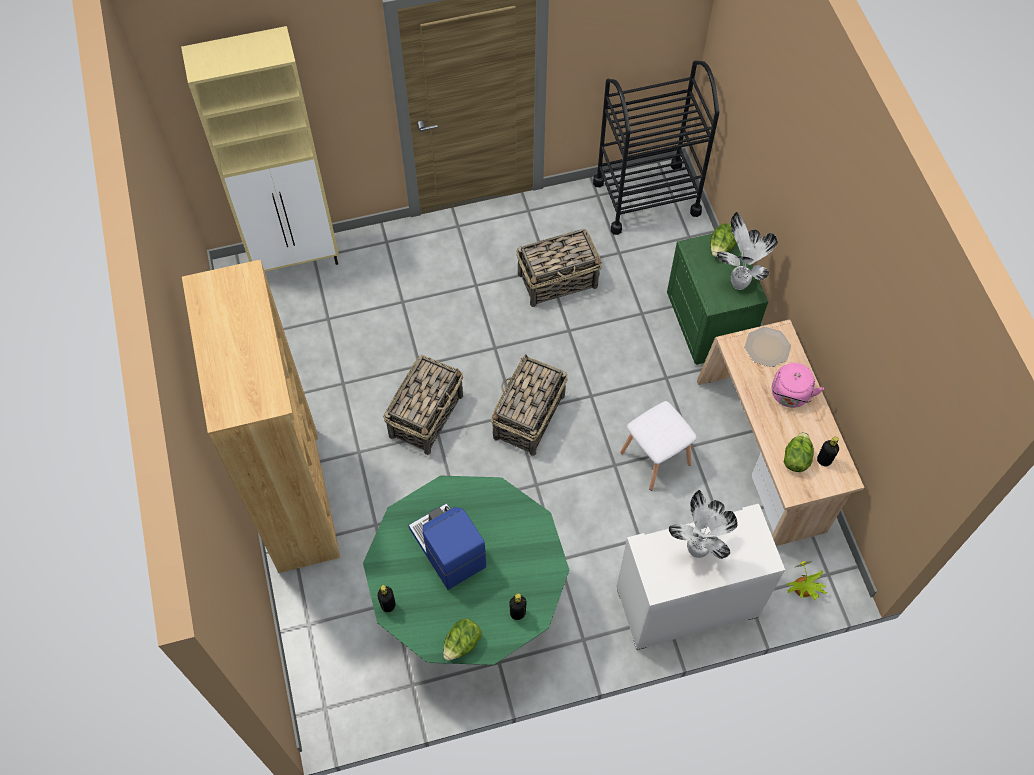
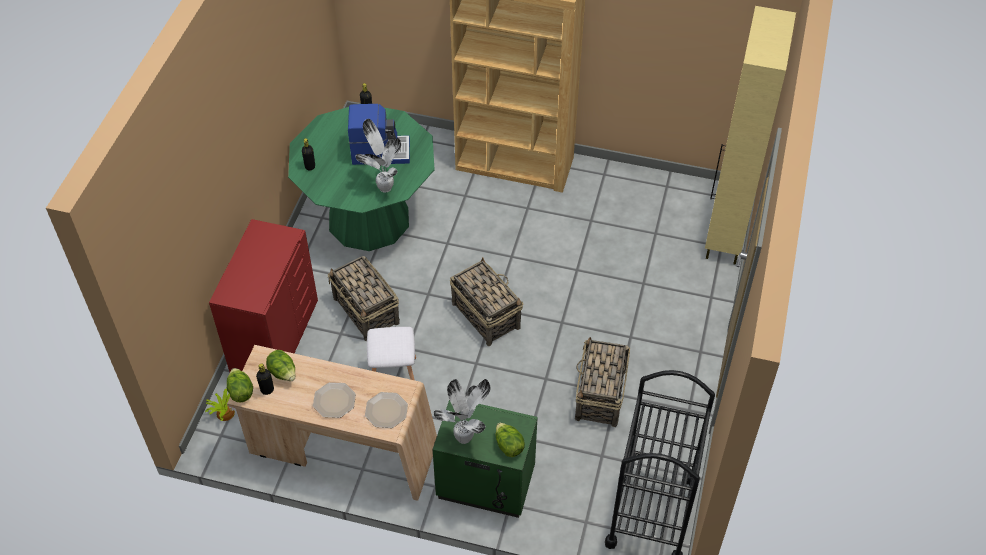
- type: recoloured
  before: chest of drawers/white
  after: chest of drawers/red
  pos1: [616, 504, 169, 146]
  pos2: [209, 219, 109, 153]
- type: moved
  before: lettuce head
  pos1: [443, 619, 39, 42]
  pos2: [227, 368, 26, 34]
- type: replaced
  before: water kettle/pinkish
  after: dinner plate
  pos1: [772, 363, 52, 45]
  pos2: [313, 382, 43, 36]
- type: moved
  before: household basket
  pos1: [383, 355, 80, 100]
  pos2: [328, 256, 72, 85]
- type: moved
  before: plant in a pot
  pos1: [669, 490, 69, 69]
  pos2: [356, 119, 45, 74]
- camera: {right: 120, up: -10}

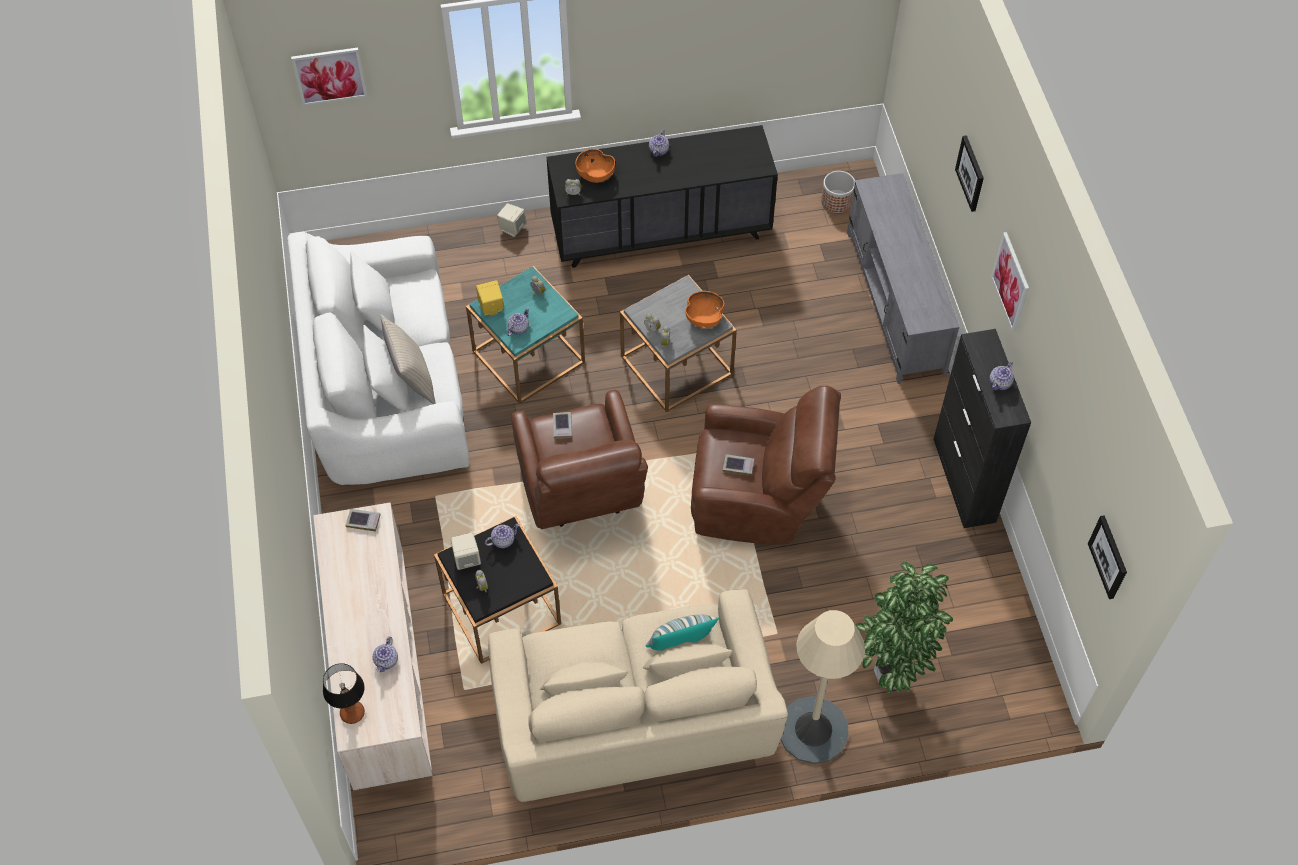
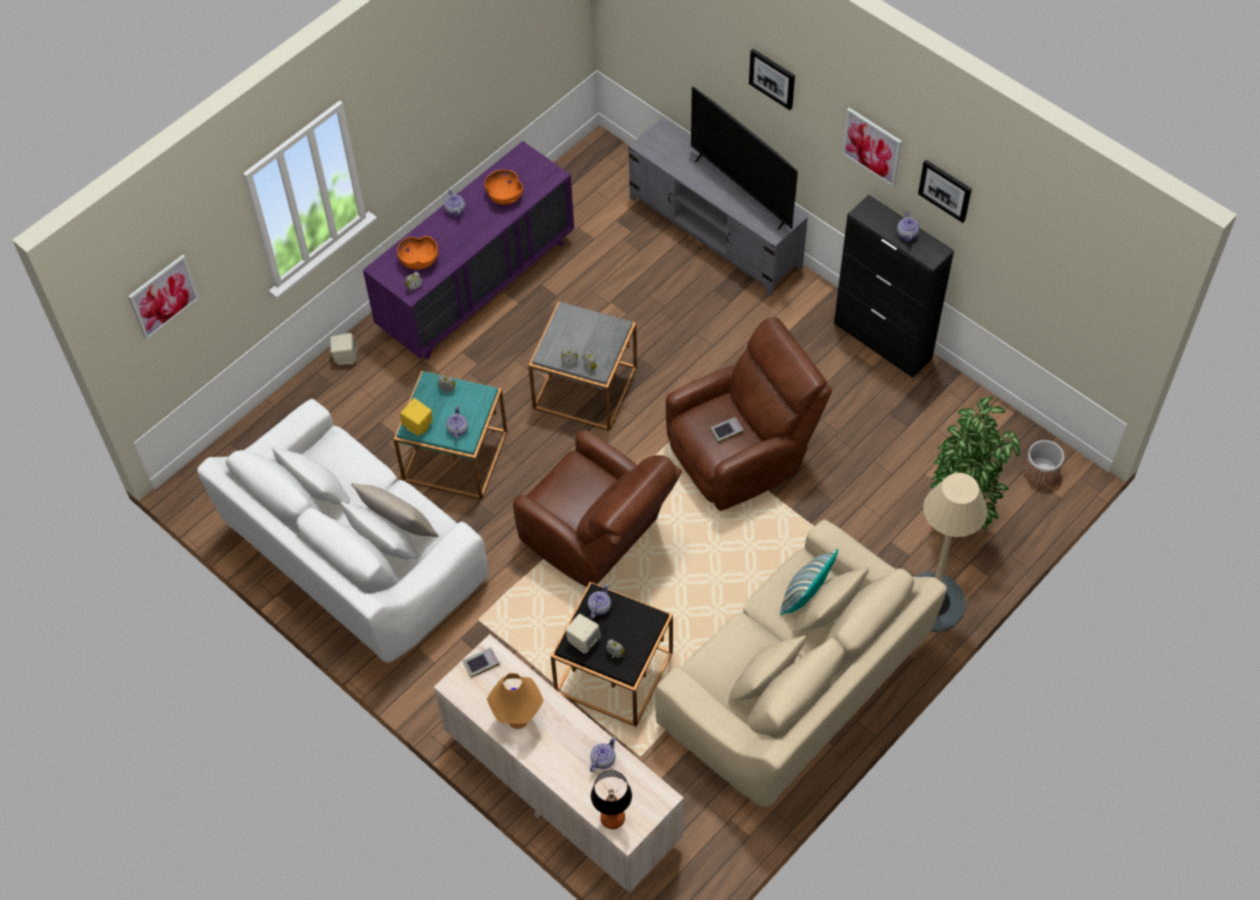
- type: recoloured
  before: chest of drawers/blackish
  after: chest of drawers/purplish
  pos1: [547, 125, 231, 143]
  pos2: [363, 141, 211, 219]
- type: moved
  before: bowl/orange
  pos1: [686, 291, 38, 38]
  pos2: [484, 170, 39, 34]
- type: added
  after: table lamp/orange
  pos2: [487, 673, 57, 56]
- type: turned
  before: teapot
  pos1: [373, 636, 25, 36]
  pos2: [590, 737, 26, 35]
  turn: -120
- type: added
  after: TV
  pos2: [691, 87, 107, 144]
- type: moved
  before: wall art
  pos1: [1088, 515, 39, 84]
  pos2: [918, 160, 54, 63]
- type: moved
  before: planter
  pos1: [821, 171, 34, 43]
  pos2: [1024, 440, 40, 46]
- type: removed
  before: book
  pos1: [553, 412, 19, 27]
- camera: {right: -35, up: 0}

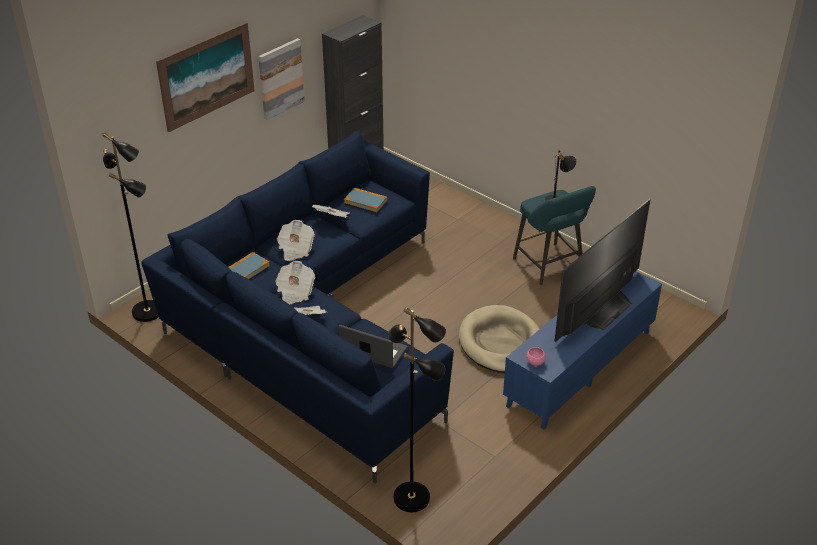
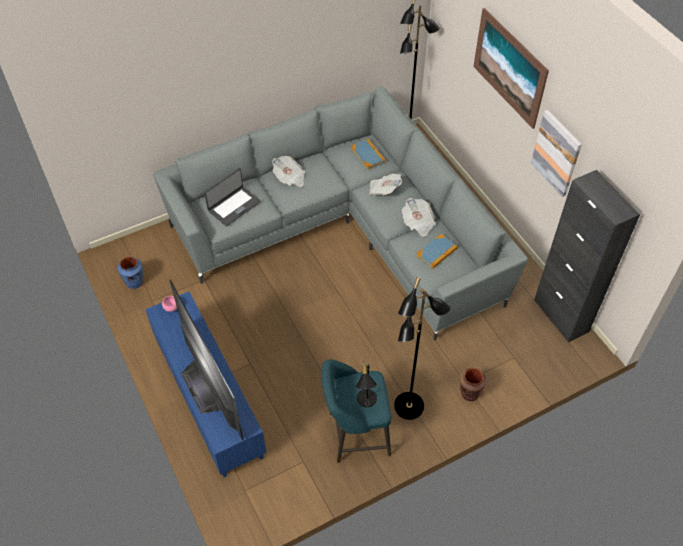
- type: added
  after: flower vase/blue-coloured
  pos2: [118, 256, 25, 33]
- type: recoloured
  before: sofa/blue-coloured
  after: sofa/greyish
  pos1: [141, 131, 313, 352]
  pos2: [153, 86, 375, 255]
- type: moved
  before: floor lamp/blackish
  pos1: [388, 307, 58, 205]
  pos2: [394, 277, 57, 143]
- type: added
  after: flower vase/brown
  pos2: [460, 368, 26, 33]
- type: removed
  before: printed paper
  pos1: [275, 261, 40, 44]
- type: removed
  before: dog cushion/sand-coloured
  pos1: [459, 305, 80, 68]
- camera: {right: 110, up: 15}

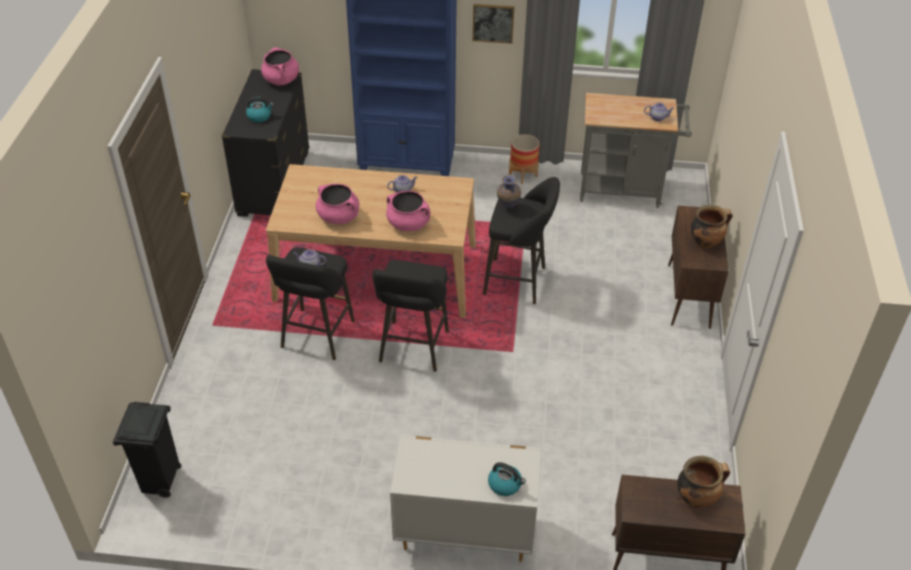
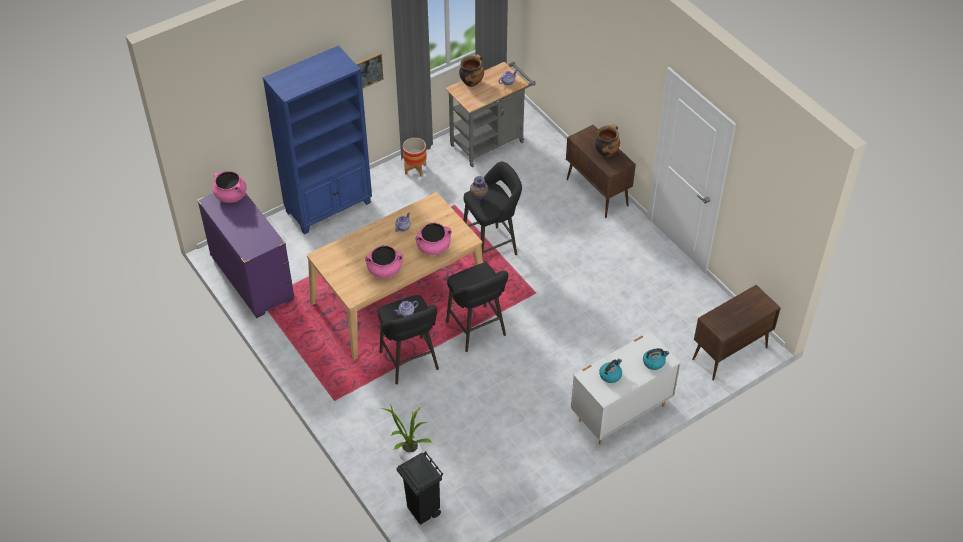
- type: recoloured
  before: chest of drawers/blackish
  after: chest of drawers/purplish
  pos1: [221, 69, 88, 148]
  pos2: [197, 193, 98, 125]
- type: added
  after: plant in a pot
  pos2: [381, 404, 51, 59]
- type: moved
  before: cooking pot
  pos1: [678, 456, 52, 52]
  pos2: [459, 54, 25, 33]
- type: moved
  before: water kettle
  pos1: [246, 96, 28, 26]
  pos2: [599, 359, 23, 24]
- camera: {right: -40, up: 5}

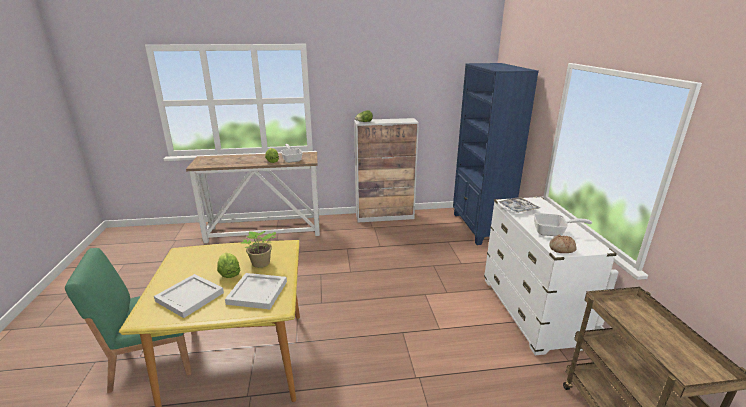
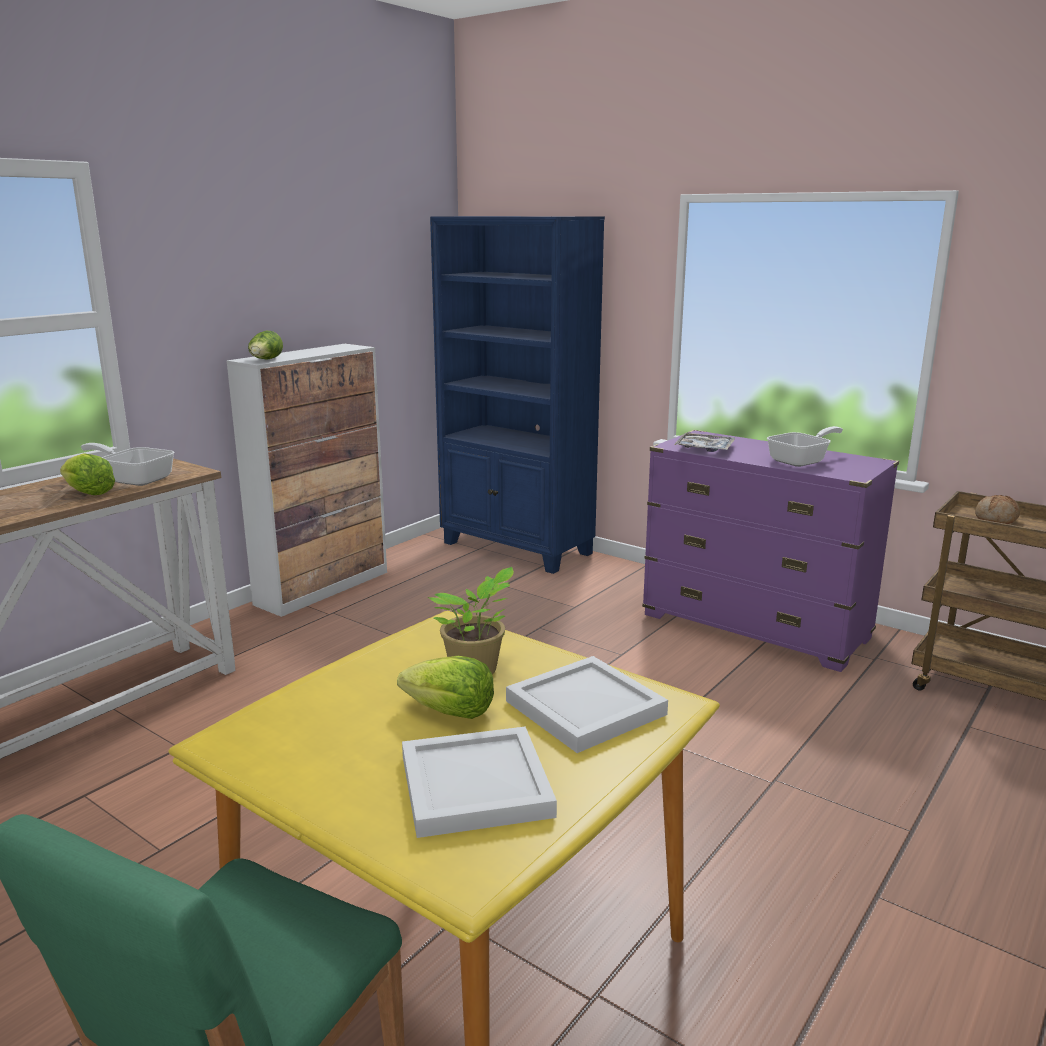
- type: recoloured
  before: chest of drawers/white
  after: chest of drawers/purplish
  pos1: [484, 197, 133, 158]
  pos2: [642, 430, 257, 242]
- type: moved
  before: baked bread
  pos1: [549, 235, 27, 18]
  pos2: [975, 495, 45, 29]
- camera: {right: -45, up: -5}

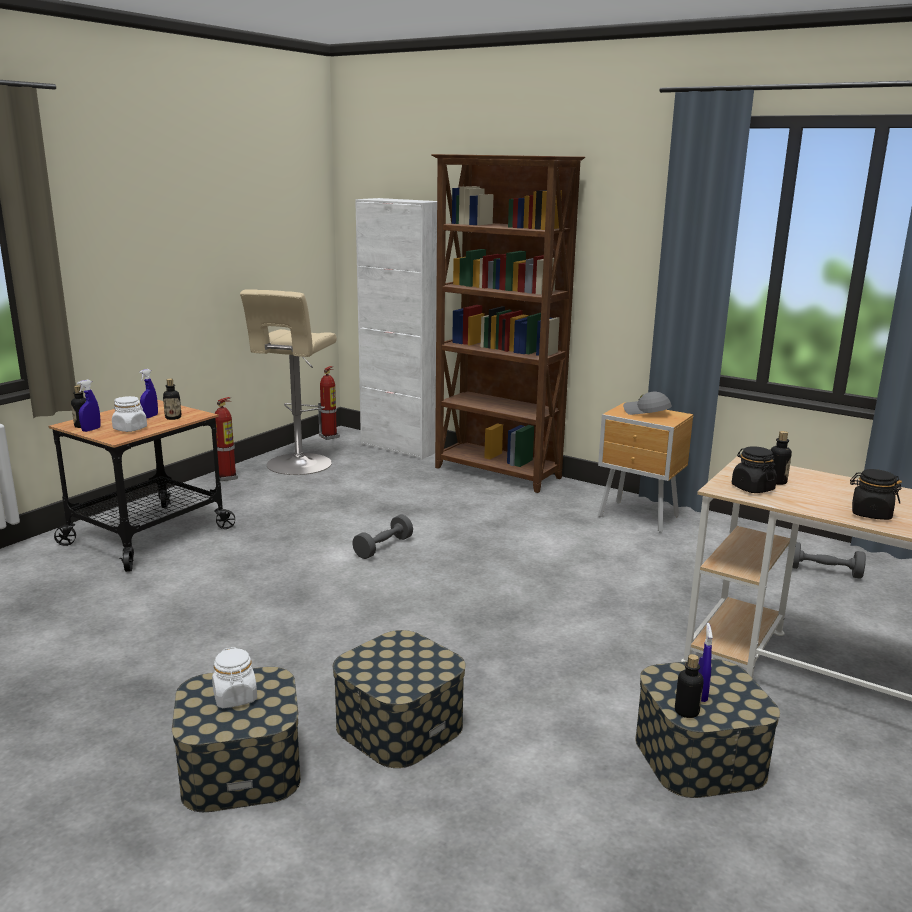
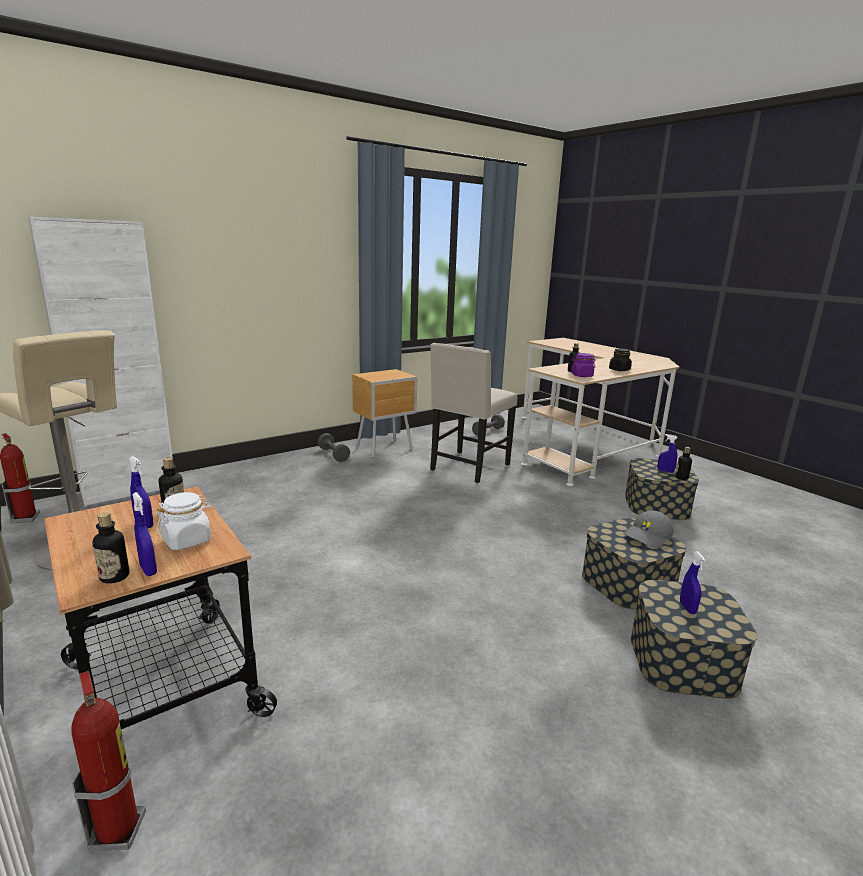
- type: moved
  before: fire-fighting cylinder
  pos1: [215, 397, 23, 85]
  pos2: [71, 670, 75, 181]
- type: moved
  before: free weight/greyish
  pos1: [352, 514, 61, 45]
  pos2: [318, 433, 32, 29]
- type: added
  after: chair/sand-coloured
  pos2: [430, 343, 87, 140]
- type: recoloured
  before: preserve jar/blackish
  after: preserve jar/purplish
  pos1: [732, 446, 45, 47]
  pos2: [571, 353, 24, 24]
- type: moved
  before: baseball cap/greyish
  pos1: [623, 391, 49, 24]
  pos2: [623, 511, 51, 38]
- type: replaced
  before: preserve jar/white
  after: sprayer/blue-coloured
  pos1: [212, 647, 45, 61]
  pos2: [680, 551, 26, 63]
- type: removed
  before: bookcase/brown
  pos1: [431, 154, 154, 339]
- camera: {right: -70, up: 0}

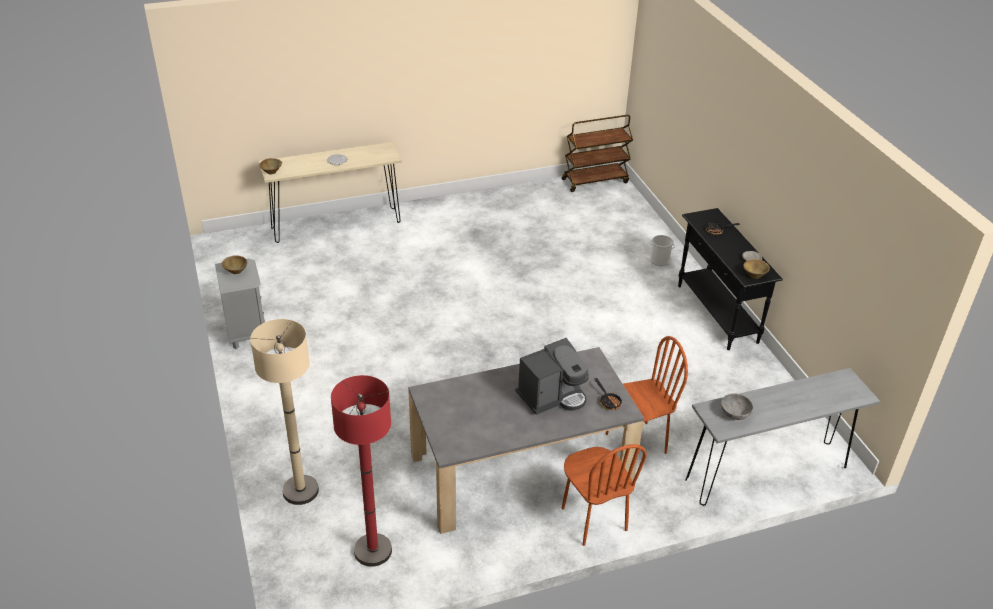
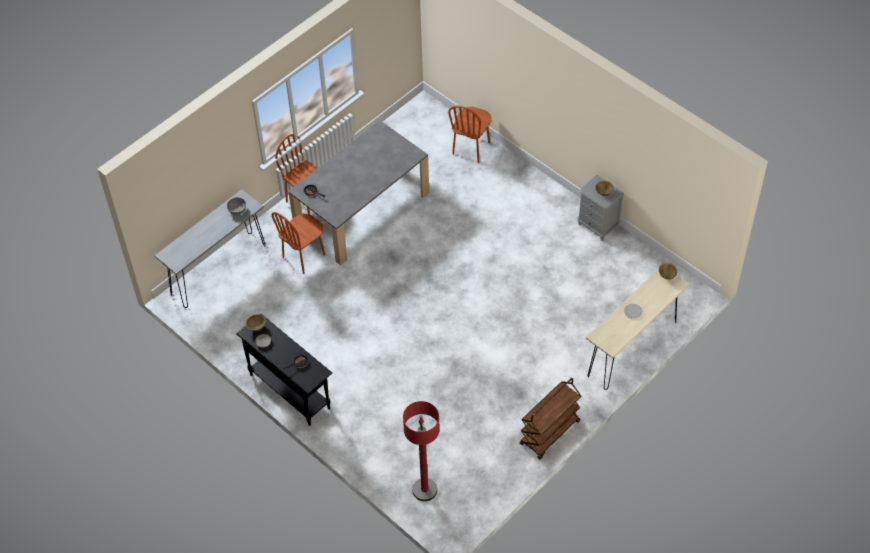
- type: moved
  before: floor lamp/red
  pos1: [331, 375, 61, 192]
  pos2: [403, 401, 37, 100]
- type: replaced
  before: floor lamp/sand-coloured
  after: chair/brown
  pos1: [250, 319, 69, 186]
  pos2: [448, 106, 43, 57]
- type: moved
  before: wheeled cart/brown
  pos1: [561, 115, 72, 77]
  pos2: [520, 378, 61, 81]
- type: removed
  before: coffee brewer
  pos1: [515, 338, 74, 77]
- type: removed
  before: water bucket
  pos1: [650, 235, 25, 31]
- camera: {right: 155, up: 15}

